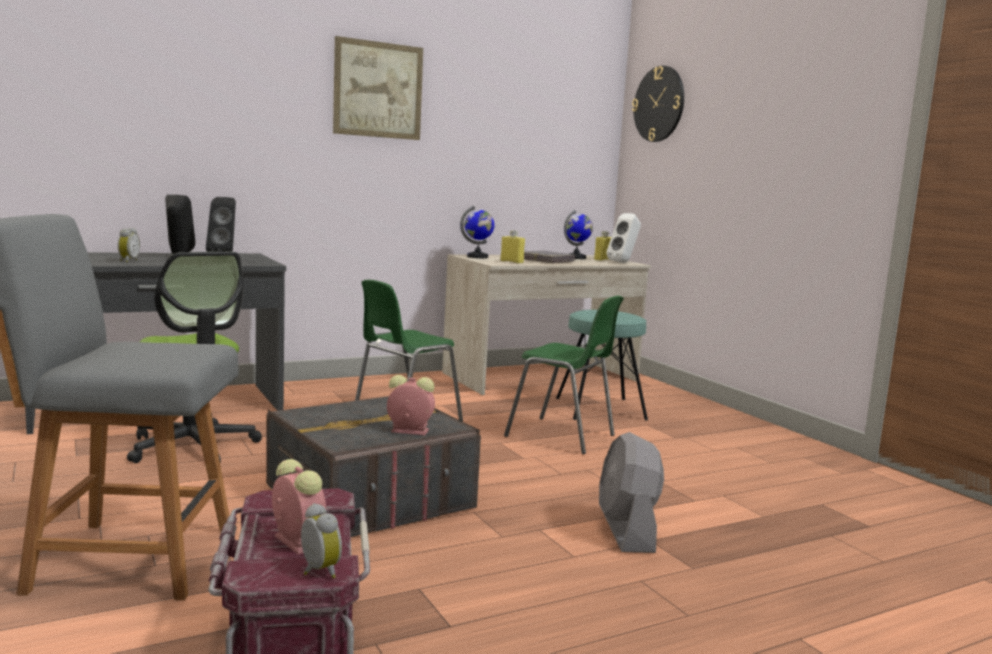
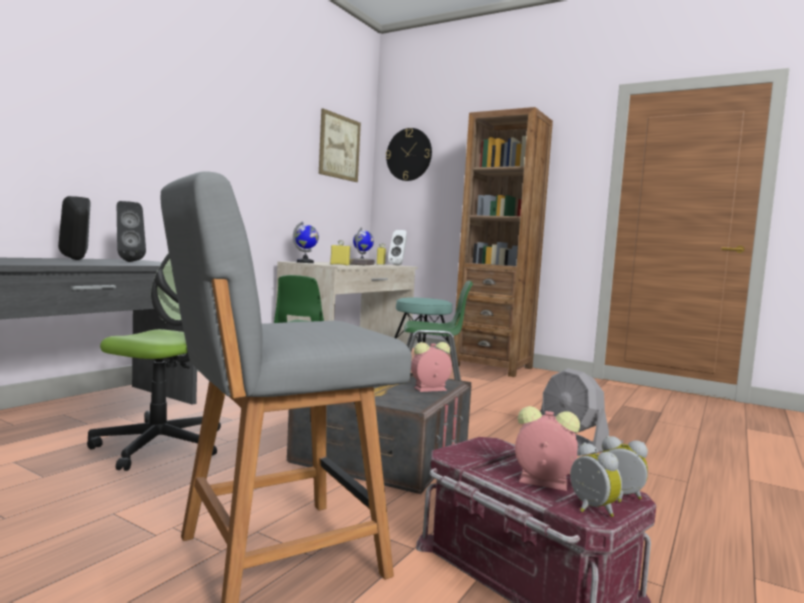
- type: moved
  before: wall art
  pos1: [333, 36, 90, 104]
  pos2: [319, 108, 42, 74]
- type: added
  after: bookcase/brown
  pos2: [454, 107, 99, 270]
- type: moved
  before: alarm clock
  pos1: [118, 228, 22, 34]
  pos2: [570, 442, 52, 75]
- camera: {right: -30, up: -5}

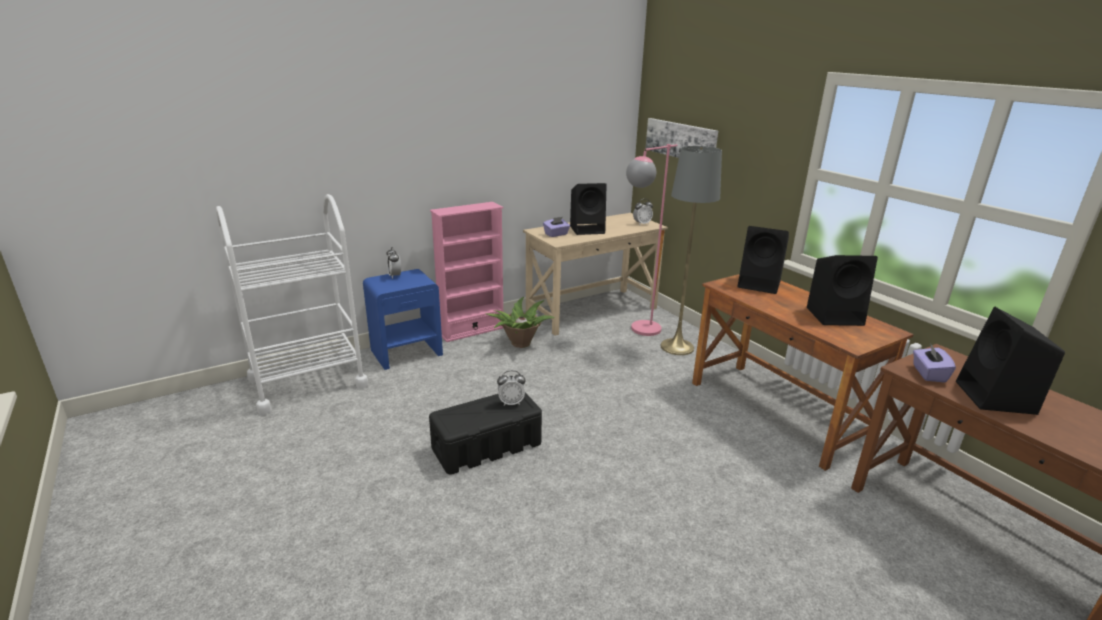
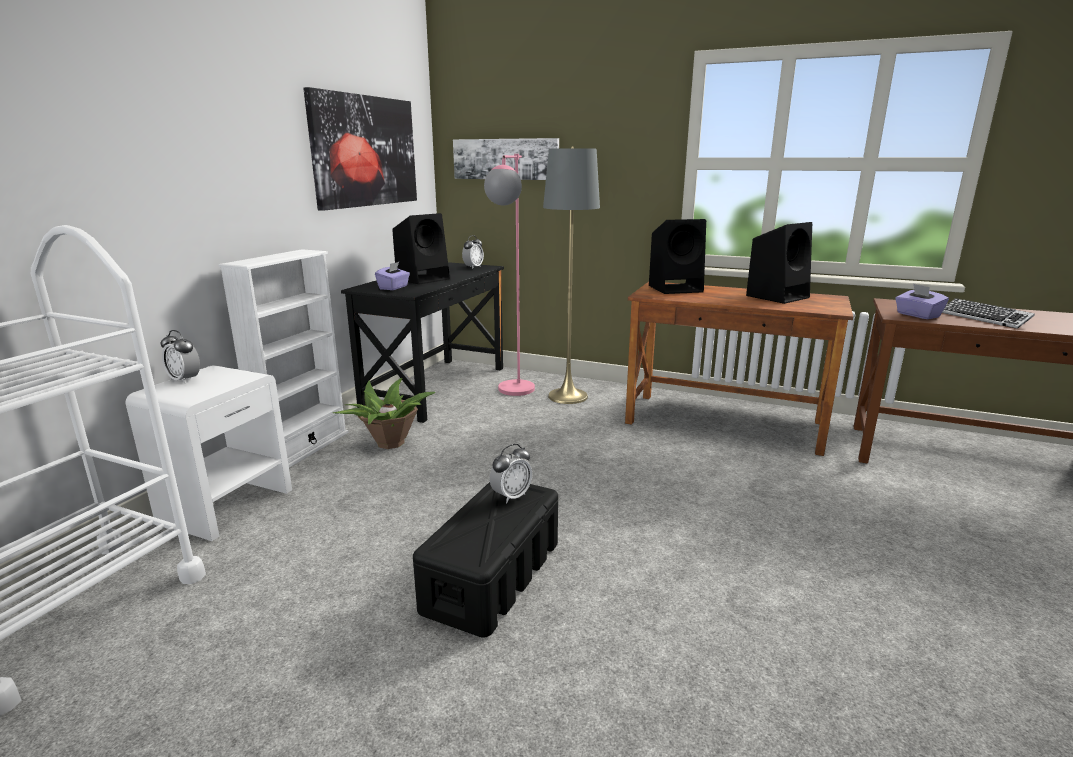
- type: recoloured
  before: bedside table/blue-coloured
  after: bedside table/white
  pos1: [363, 269, 80, 101]
  pos2: [126, 365, 166, 176]
- type: recoloured
  before: bookcase/pinkish
  after: bookcase/white
  pos1: [430, 202, 73, 140]
  pos2: [219, 249, 129, 219]
- type: added
  after: wall art
  pos2: [303, 87, 114, 124]
- type: recoloured
  before: desk unit/sand-coloured
  after: desk unit/blackish
  pos1: [523, 213, 145, 123]
  pos2: [341, 262, 163, 161]
- type: replaced
  before: audio speaker/blackish
  after: PC keyboard
  pos1: [956, 307, 109, 108]
  pos2: [942, 298, 93, 31]
- camera: {right: -35, up: -5}

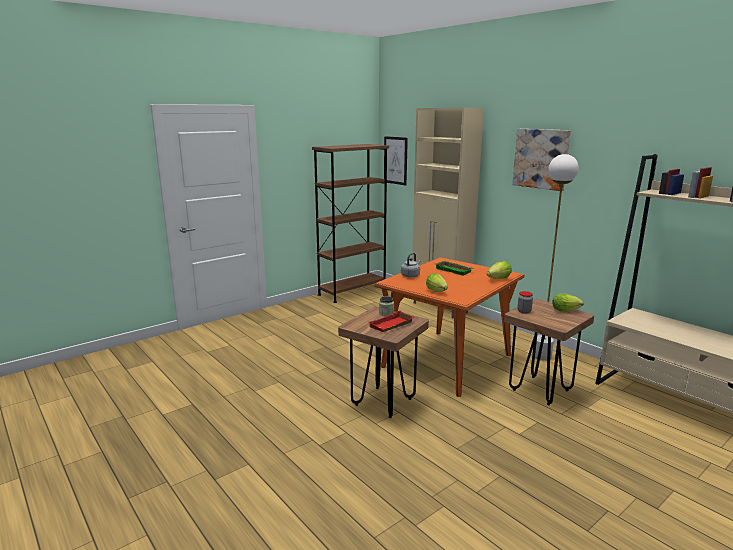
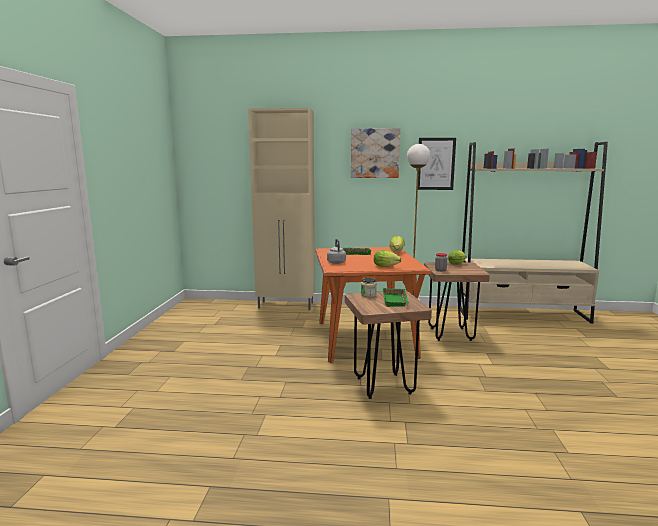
- type: recoloured
  before: serving tray/red
  after: serving tray/green
  pos1: [369, 310, 46, 22]
  pos2: [383, 288, 26, 19]
- type: moved
  before: wall art
  pos1: [384, 136, 24, 50]
  pos2: [418, 138, 38, 52]
- type: removed
  before: bookcase/brown
  pos1: [312, 144, 77, 159]
- camera: {right: -45, up: -5}

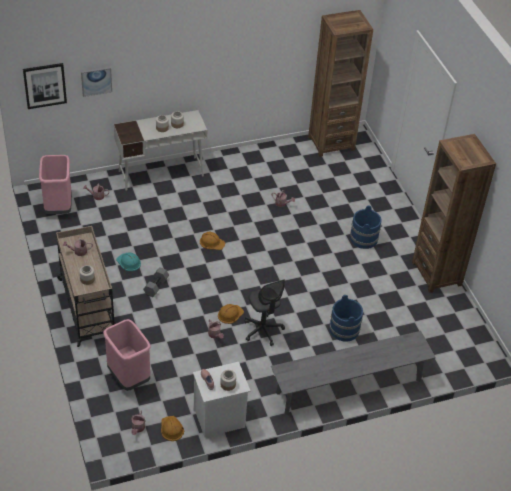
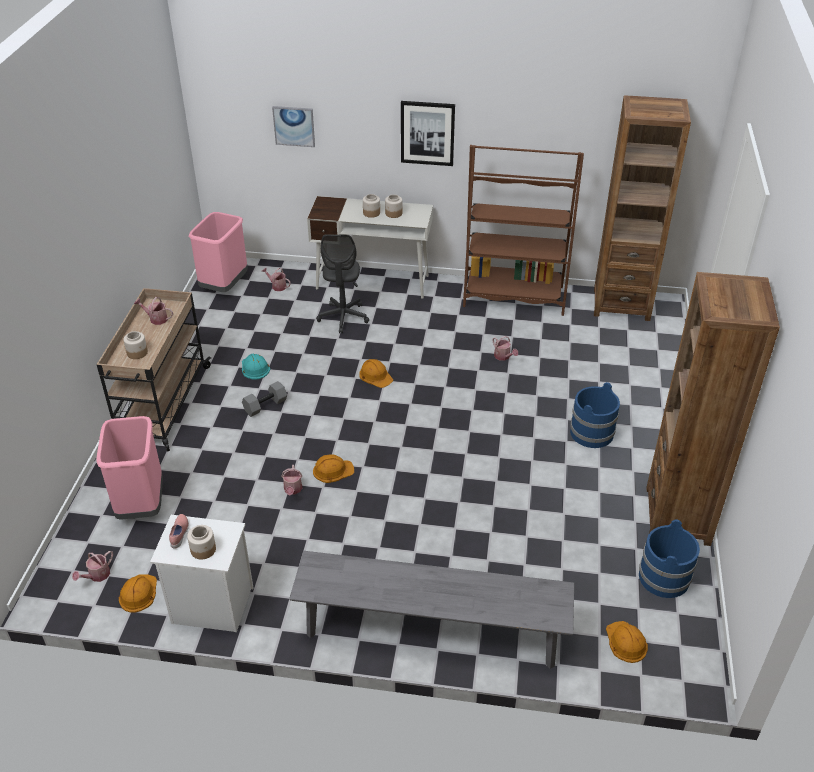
- type: moved
  before: desk chair/greyish
  pos1: [245, 279, 40, 67]
  pos2: [316, 234, 53, 99]
- type: moved
  before: wall art
  pos1: [23, 63, 44, 46]
  pos2: [401, 101, 54, 65]
- type: added
  after: bookcase/brown
  pos2: [463, 145, 121, 171]
- type: added
  after: safety helmet/orange
  pos2: [606, 621, 42, 42]
- type: moved
  before: water bucket/blue-coloured
  pos1: [329, 295, 34, 47]
  pos2: [639, 519, 61, 79]
- camera: {right: 30, up: -5}

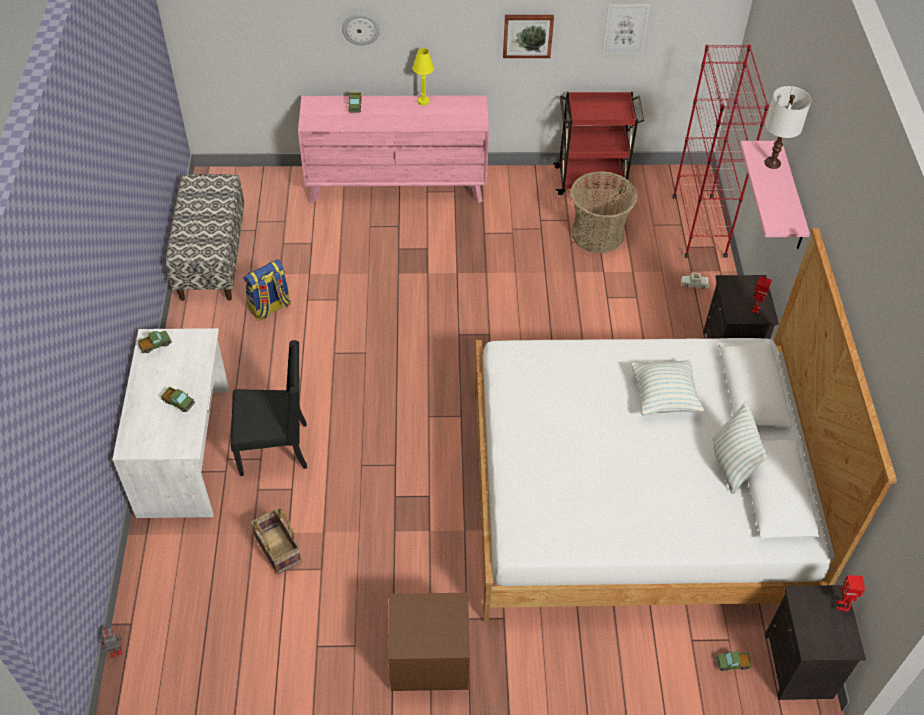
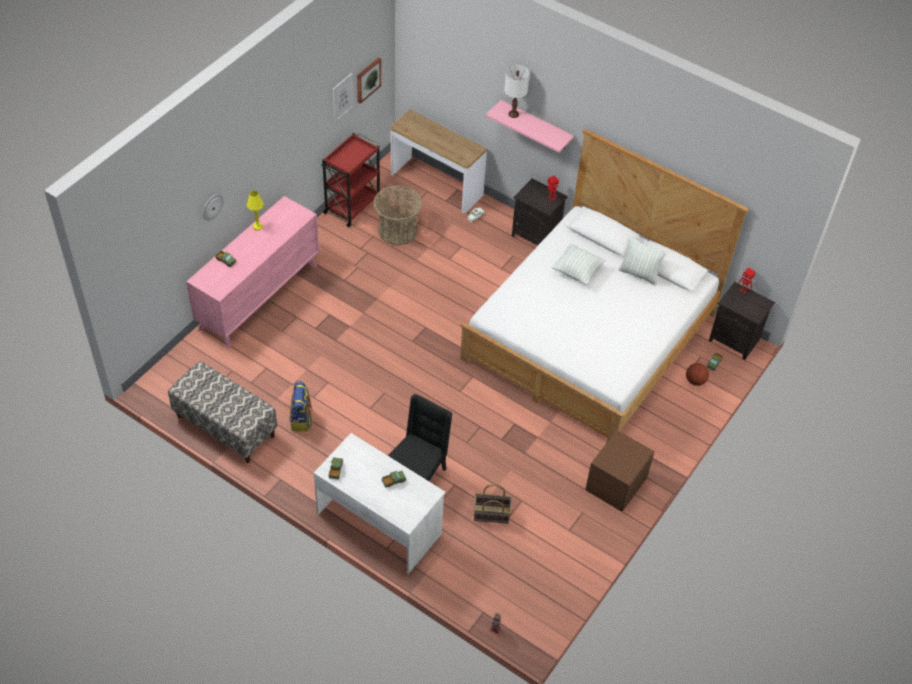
- type: moved
  before: wall art
  pos1: [503, 15, 51, 43]
  pos2: [357, 58, 24, 46]
- type: replaced
  before: bookcase/red
  after: hall table
  pos1: [673, 45, 96, 213]
  pos2: [391, 109, 96, 104]
- type: added
  after: ball for basketball
  pos2: [686, 363, 23, 23]
- camera: {right: -55, up: 0}

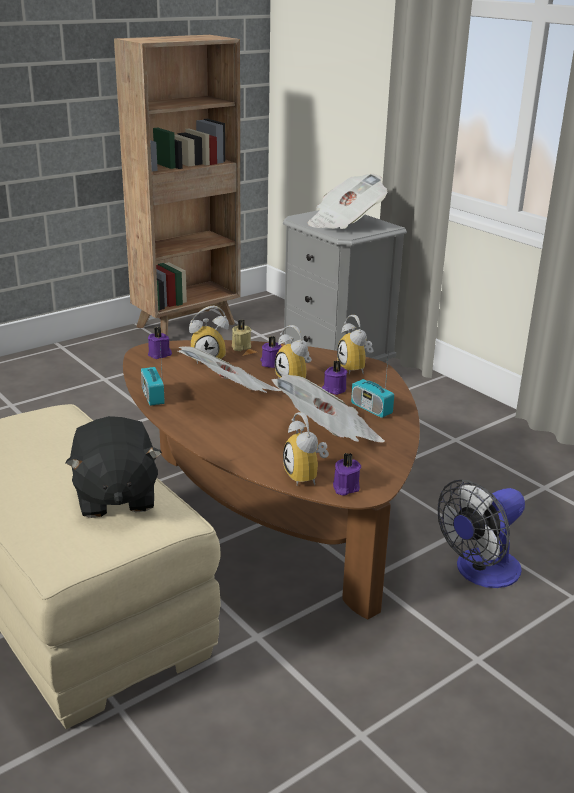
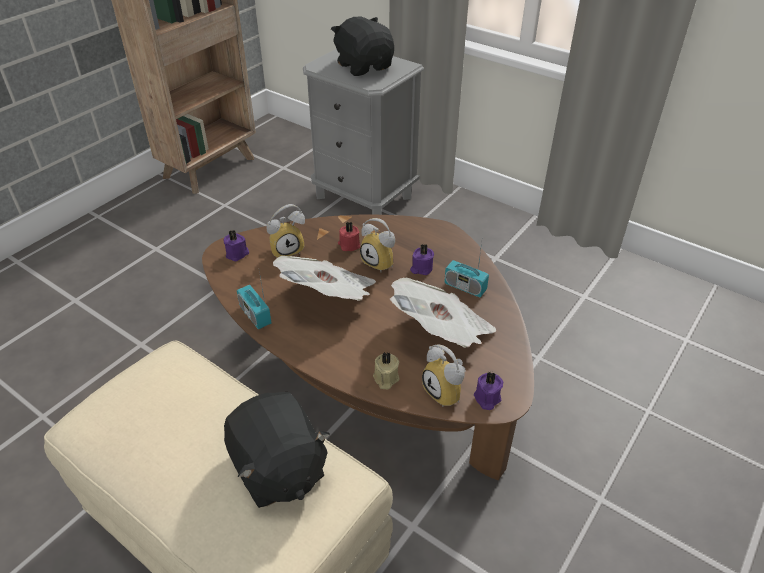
- type: replaced
  before: printed paper
  after: soft toy/blackish
  pos1: [308, 174, 80, 55]
  pos2: [331, 16, 63, 60]
- type: recoloured
  before: wax light/purplish
  after: wax light/red
  pos1: [260, 336, 22, 32]
  pos2: [338, 222, 22, 29]
- type: moved
  before: wax light/sand-coloured
  pos1: [232, 319, 20, 32]
  pos2: [373, 352, 26, 37]
- type: removed
  before: alarm clock
  pos1: [337, 315, 37, 59]
- type: removed
  before: electric fan
  pos1: [438, 480, 87, 108]
- camera: {right: -15, up: 15}

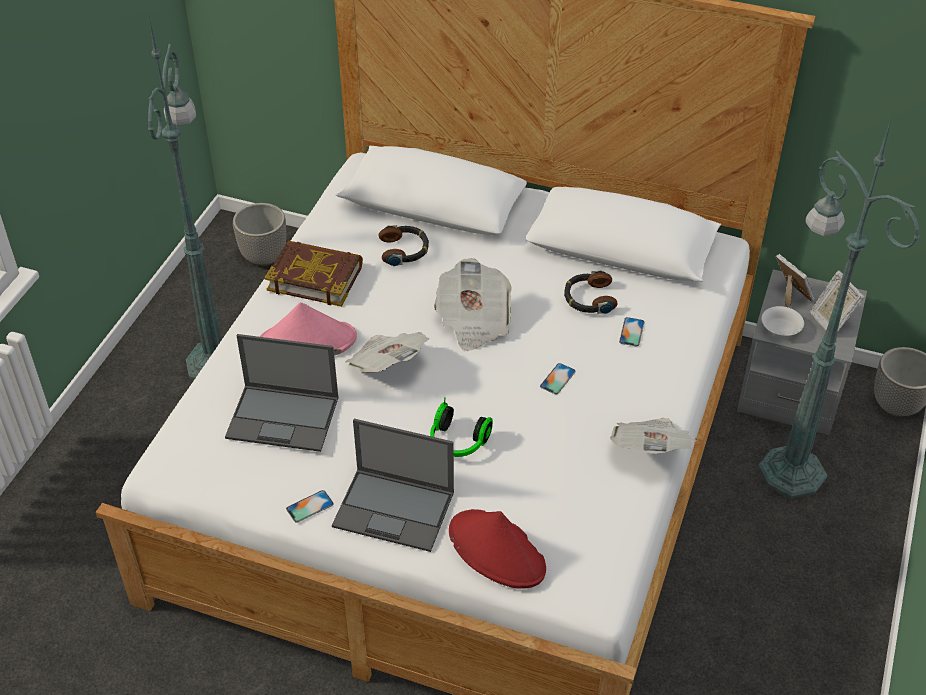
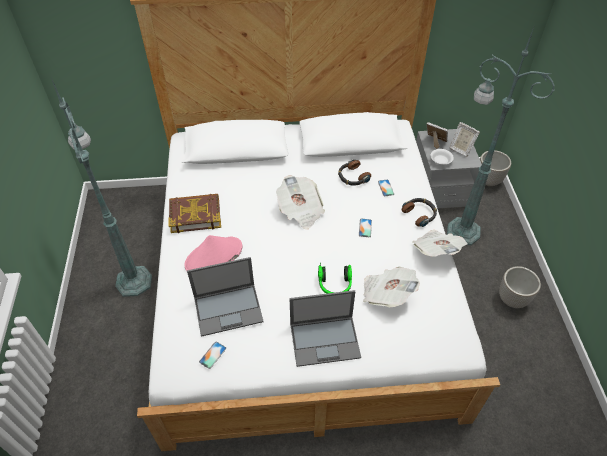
- type: moved
  before: handset
  pos1: [286, 490, 47, 33]
  pos2: [199, 342, 27, 27]
- type: moved
  before: printed paper
  pos1: [346, 332, 83, 40]
  pos2: [363, 267, 57, 41]
- type: moved
  before: headset
  pos1: [378, 225, 51, 41]
  pos2: [402, 198, 35, 29]
- type: moved
  before: planter
  pos1: [233, 203, 53, 63]
  pos2: [499, 266, 42, 42]
- type: removed
  before: wearable hat/red
  pos1: [449, 509, 97, 80]
- camera: {right: -25, up: 5}

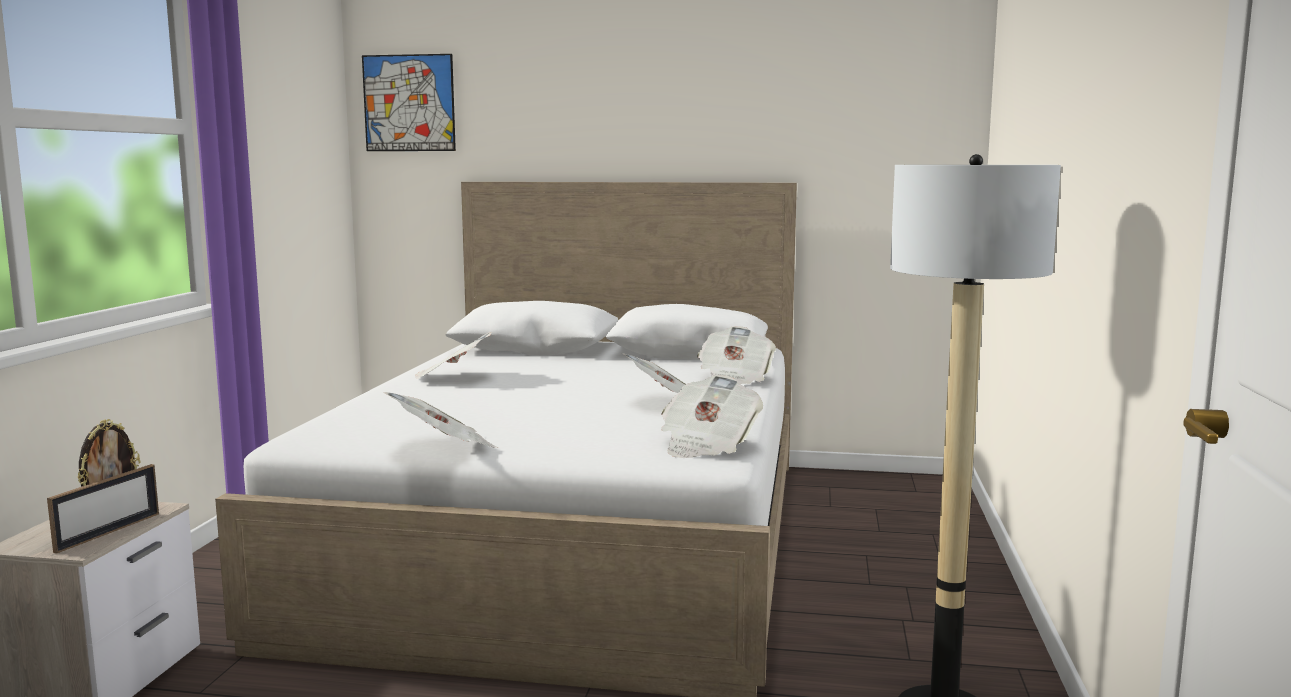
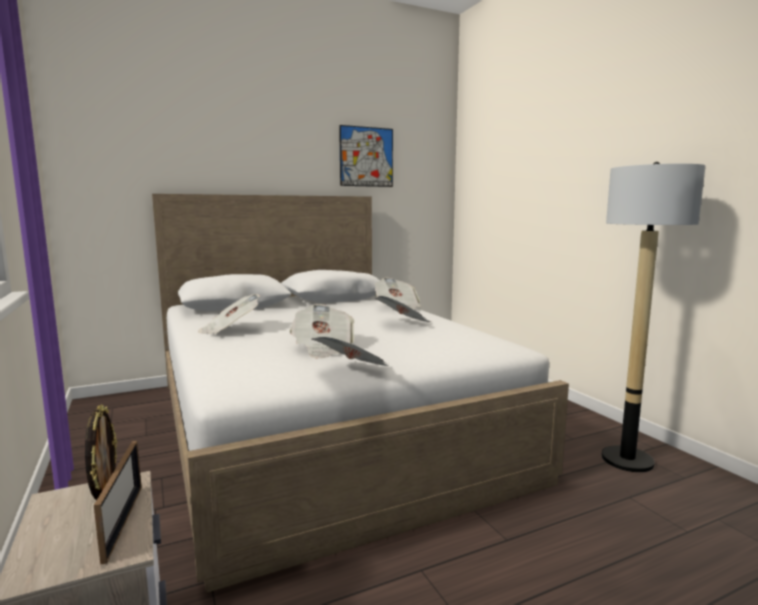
- type: moved
  before: printed paper
  pos1: [661, 375, 102, 83]
  pos2: [290, 304, 64, 55]
- type: moved
  before: wall art
  pos1: [362, 54, 94, 97]
  pos2: [339, 125, 54, 62]
- camera: {right: -35, up: 0}

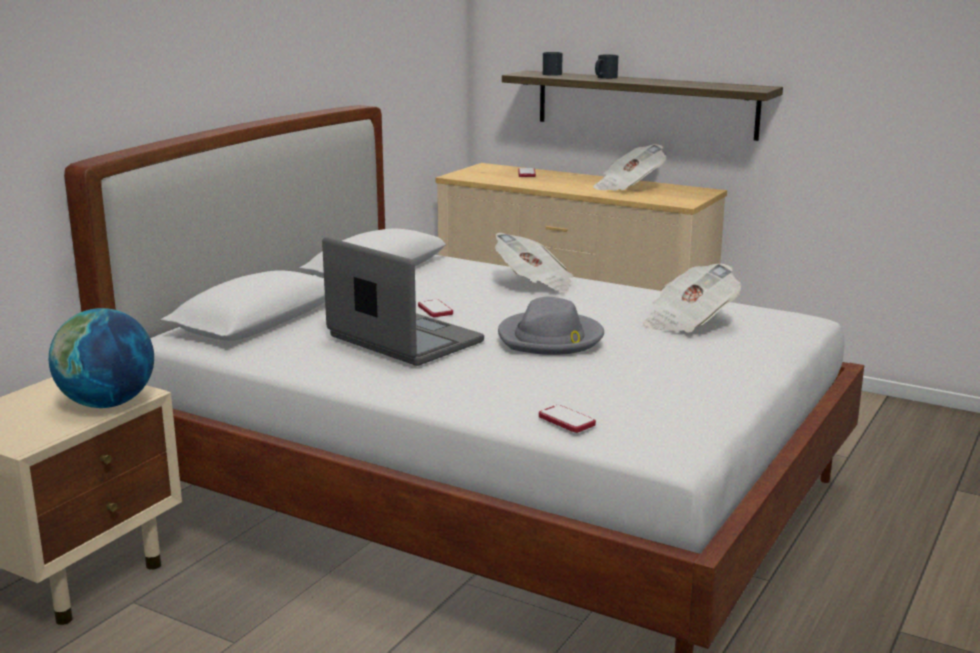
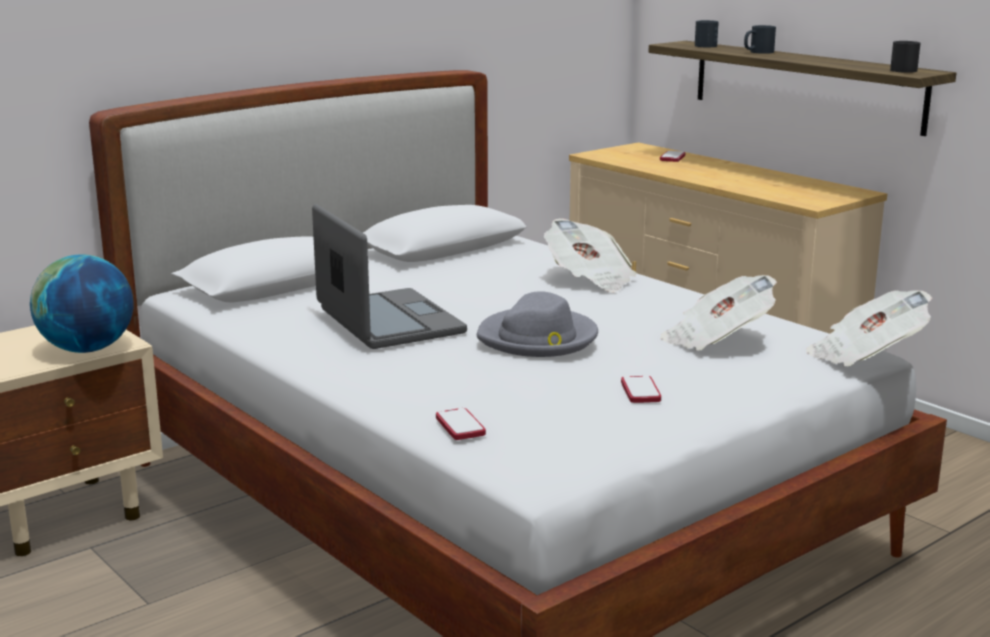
- type: moved
  before: handset
  pos1: [418, 299, 35, 18]
  pos2: [621, 376, 40, 27]
- type: moved
  before: printed paper
  pos1: [593, 144, 73, 47]
  pos2: [806, 290, 127, 76]
- type: added
  after: coffee mug/blackish
  pos2: [890, 41, 31, 32]
- camera: {right: 20, up: 0}

